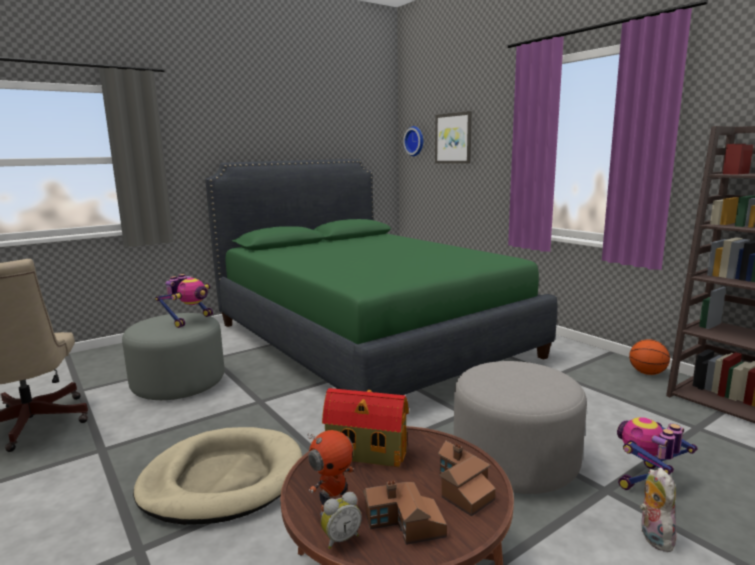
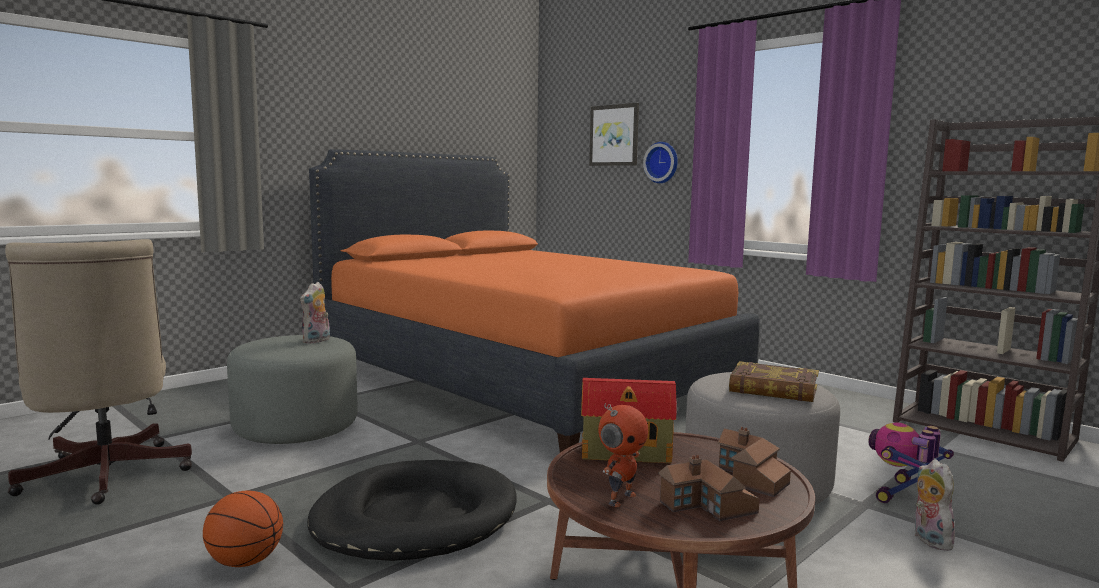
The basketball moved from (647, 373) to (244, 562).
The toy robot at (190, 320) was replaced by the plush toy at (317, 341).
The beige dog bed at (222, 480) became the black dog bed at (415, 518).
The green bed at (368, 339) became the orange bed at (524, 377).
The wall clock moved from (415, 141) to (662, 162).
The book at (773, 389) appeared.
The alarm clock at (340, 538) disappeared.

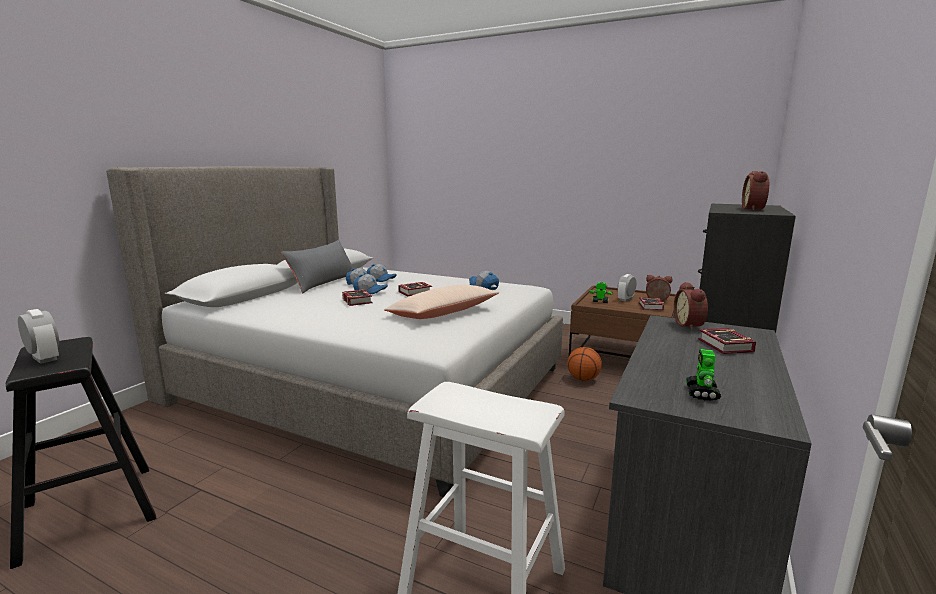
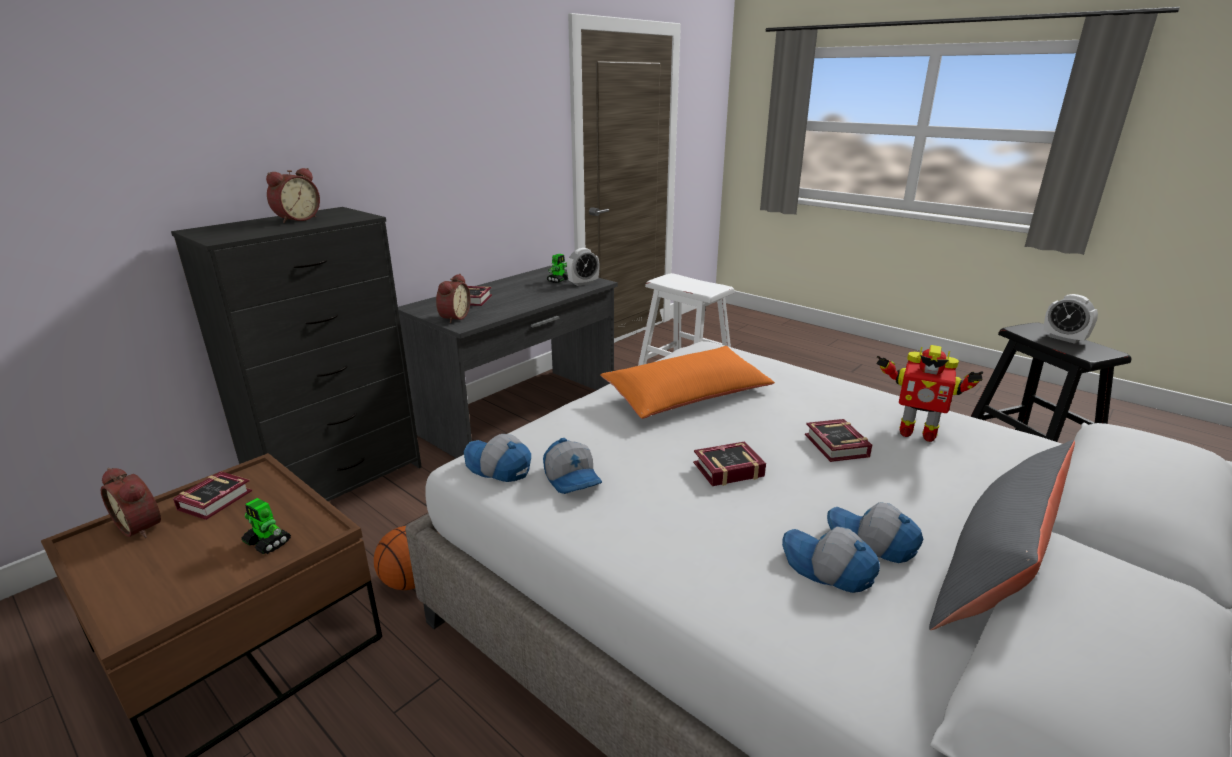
The cap moved from (370, 291) to (497, 468).
The alarm clock moved from (625, 299) to (583, 283).
The beige pillow at (443, 313) became the orange pillow at (687, 396).
The toy robot at (916, 432) appeared.

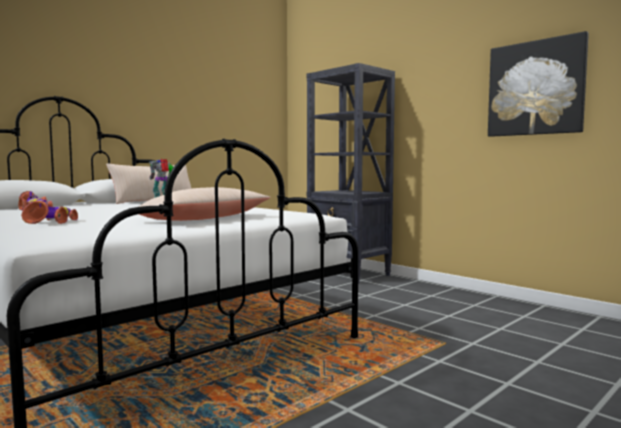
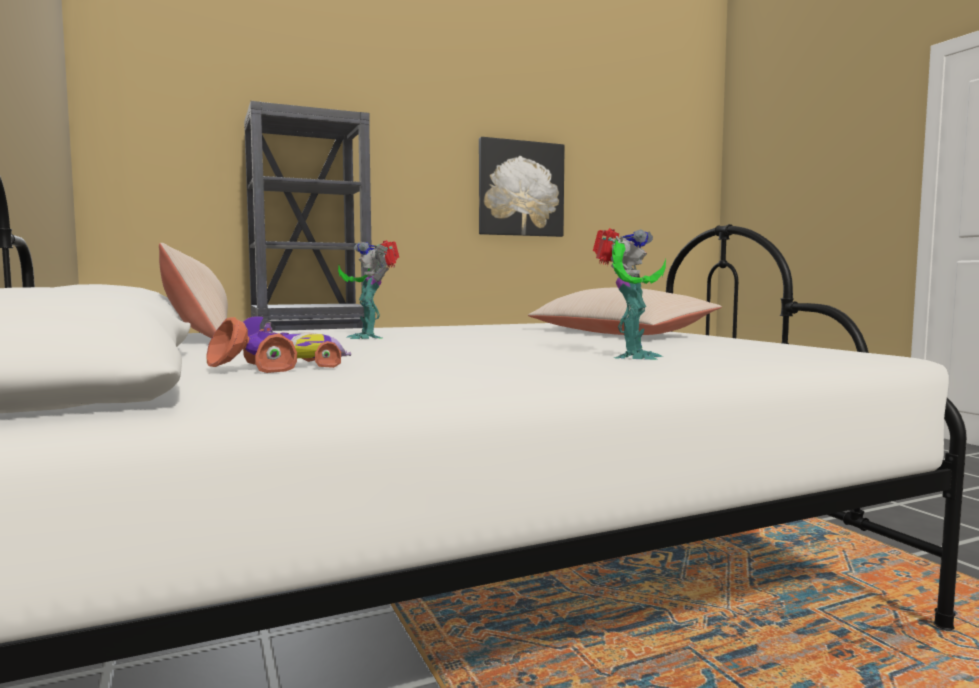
The toy car at (51, 222) was replaced by the toy robot at (630, 356).

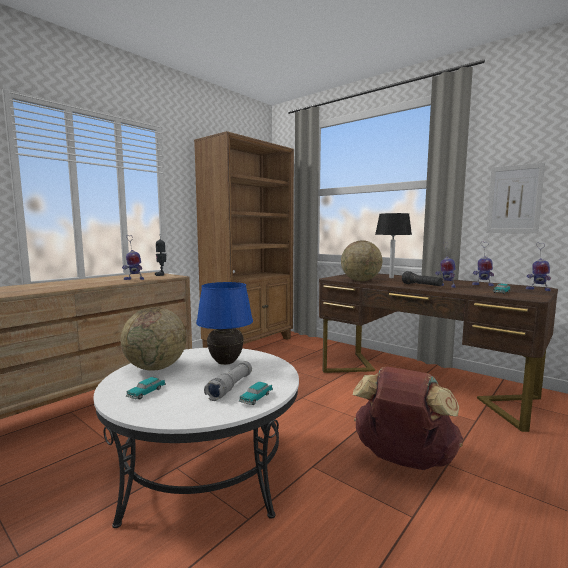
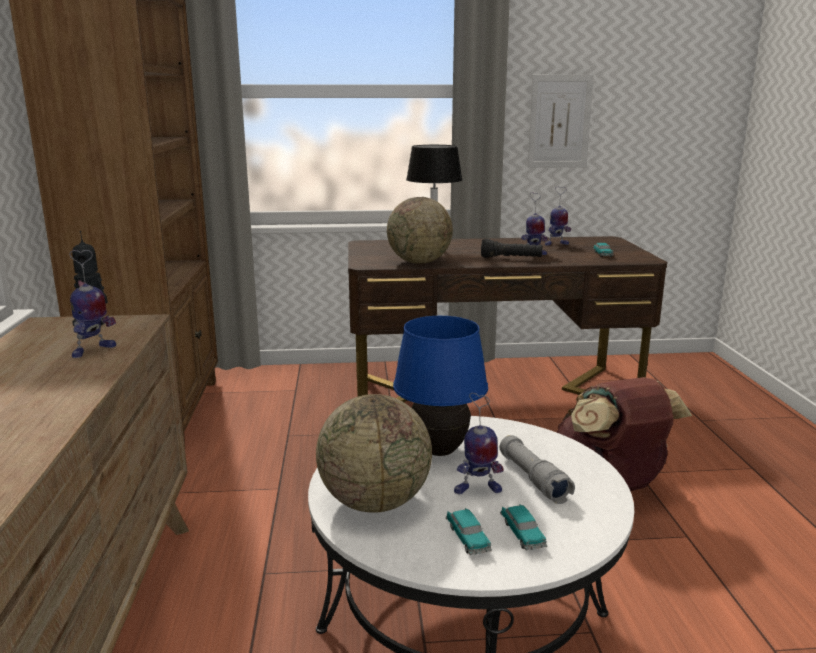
The toy robot moved from (537, 290) to (477, 490).
The toy car moved from (256, 398) to (522, 533).

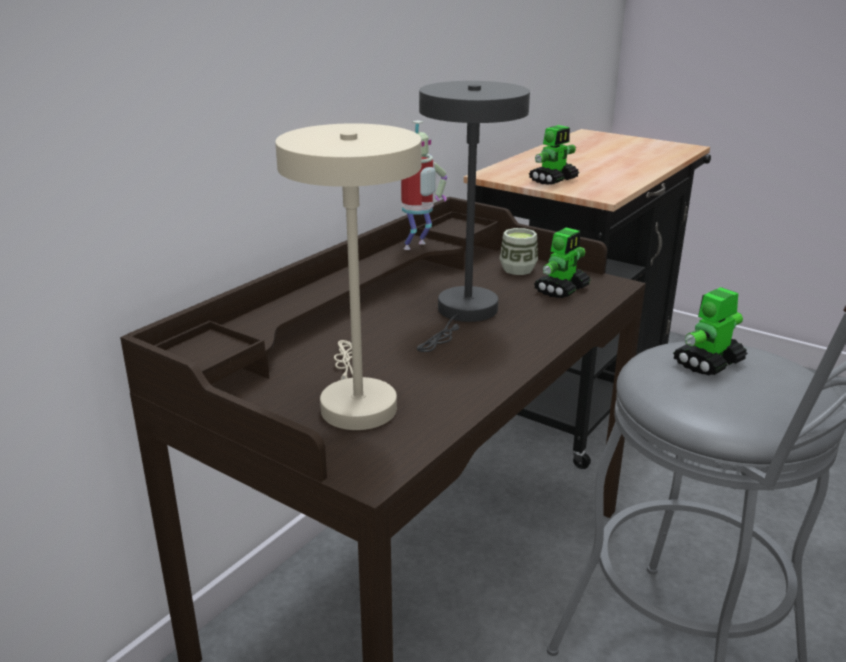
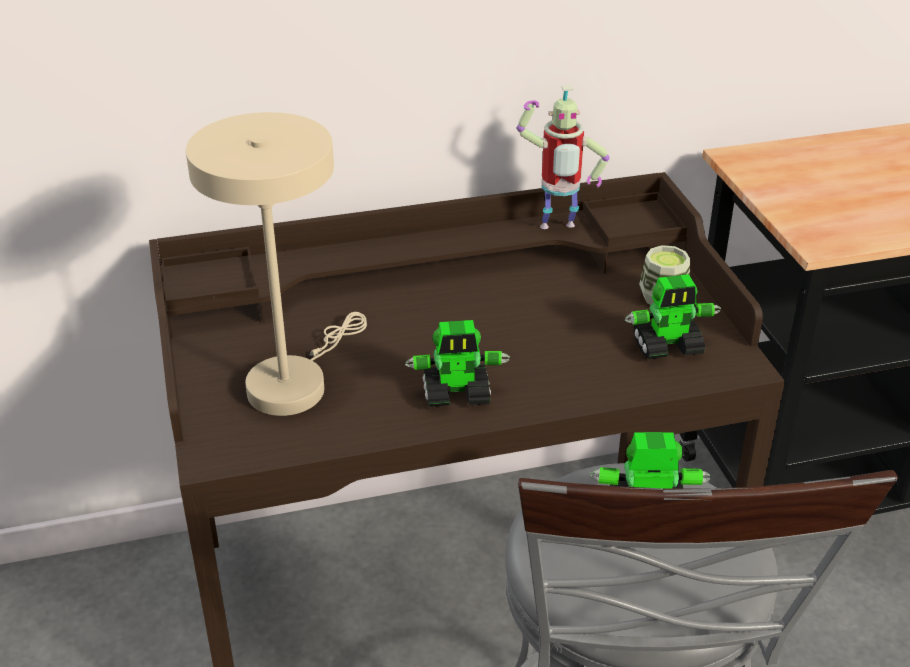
The toy robot moved from (553, 180) to (457, 394).
The grey table lamp at (464, 314) disappeared.

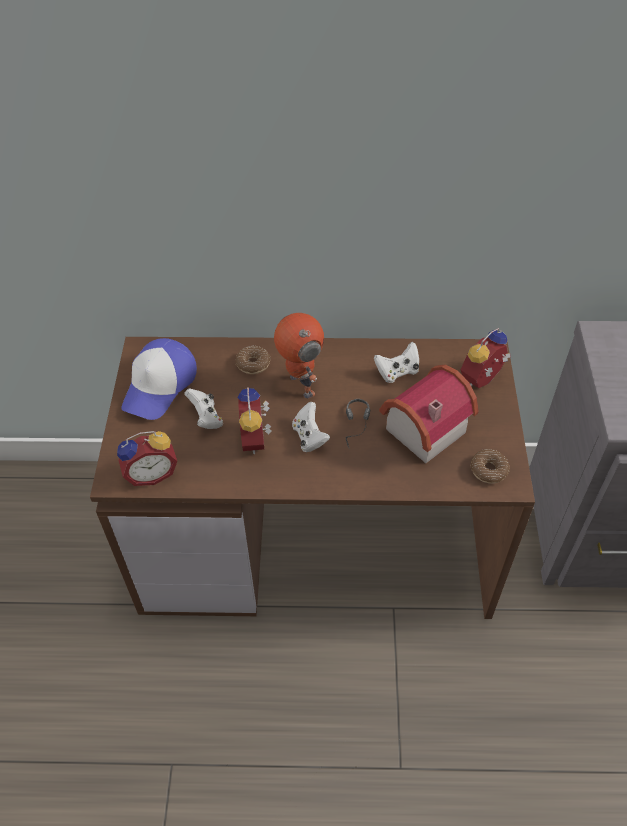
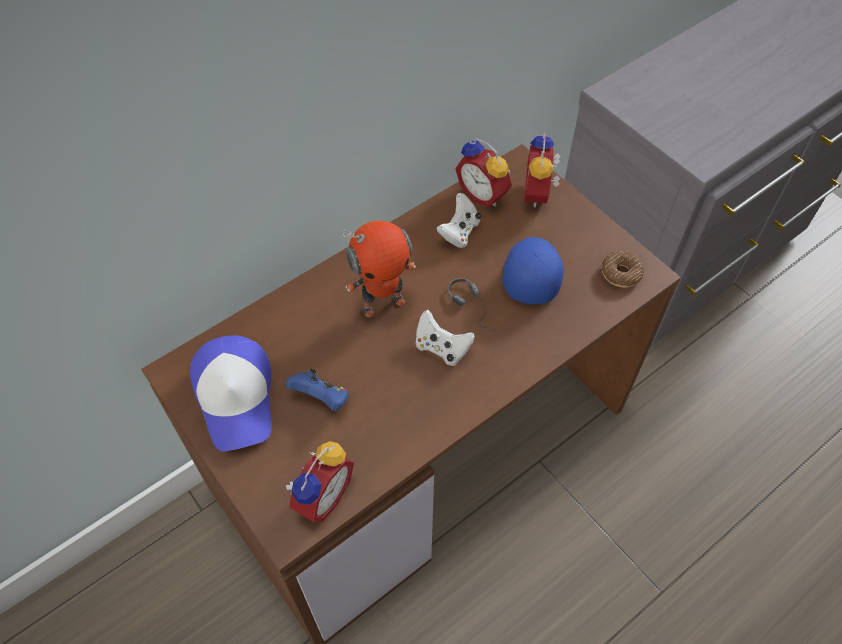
The white game controller at (206, 418) became the blue game controller at (321, 398).
The toy robot at (300, 386) turned 135 degrees clockwise.
The alarm clock moved from (257, 439) to (484, 194).
The toy house at (420, 429) was replaced by the blue cap at (531, 273).
The donut at (253, 364) disappeared.

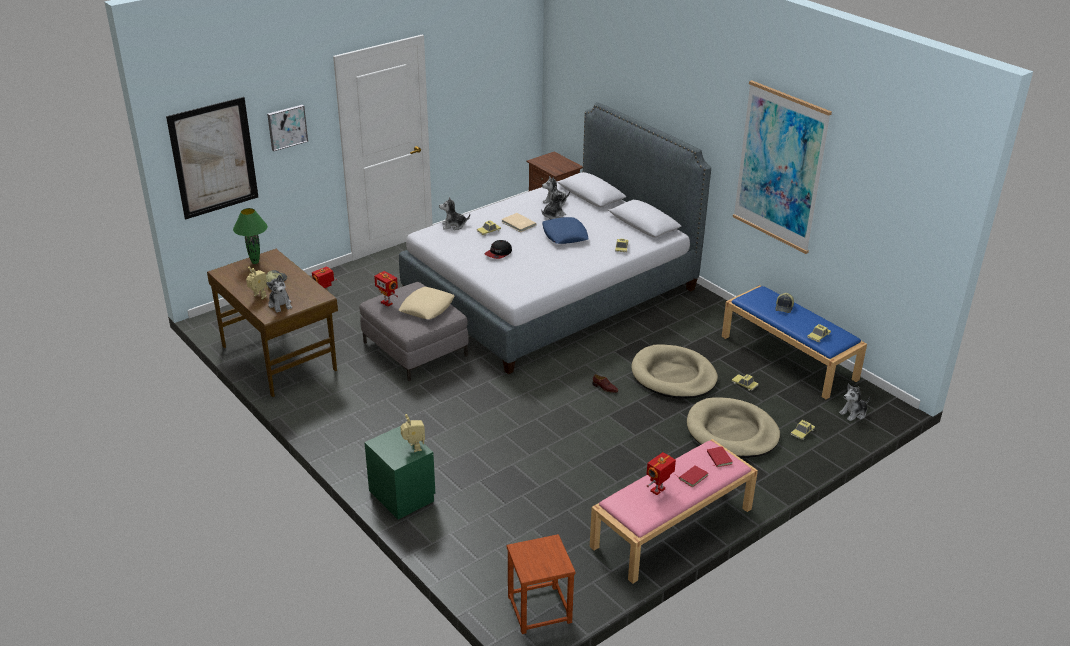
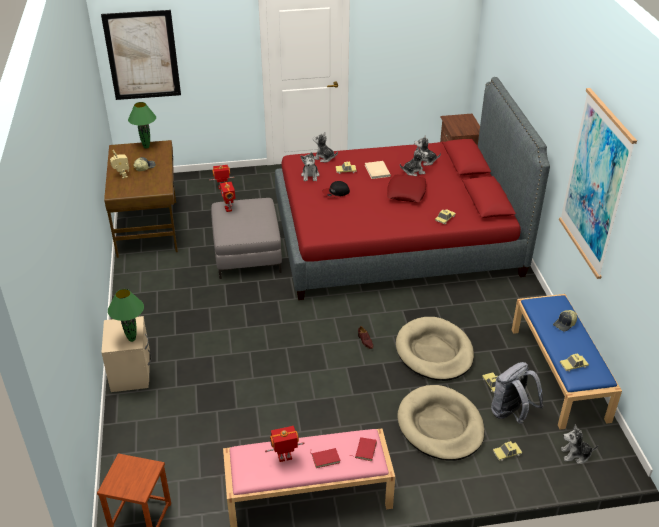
The green nightstand at (403, 495) became the beige nightstand at (132, 373).
The toy robot at (413, 448) was replaced by the green table lamp at (132, 339).
The grey bed at (551, 292) became the red bed at (396, 239).
The plush toy moved from (280, 304) to (310, 176).
The blue pillow at (565, 235) became the red pillow at (406, 192).
The grey backpack at (511, 414) appeared.
The picture at (287, 127) disappeared.
The beige pillow at (427, 307) disappeared.

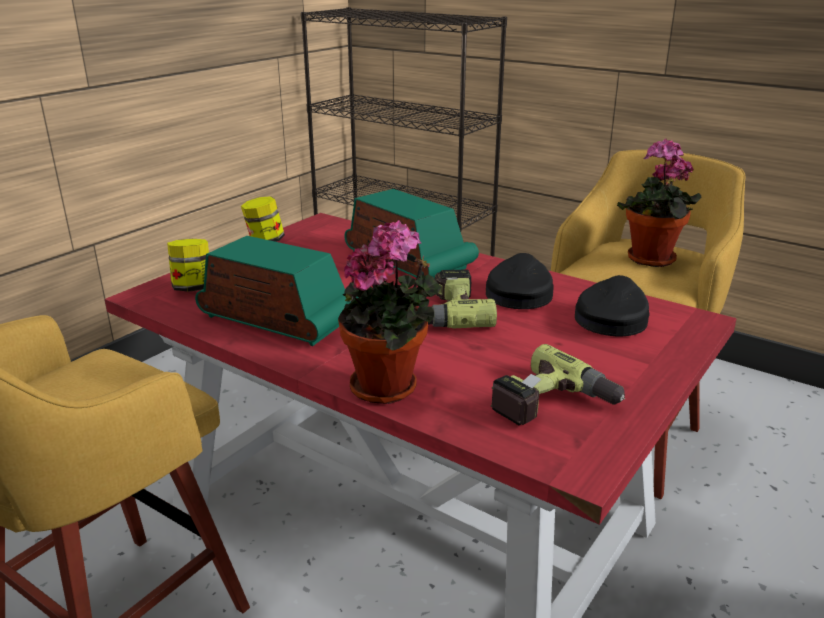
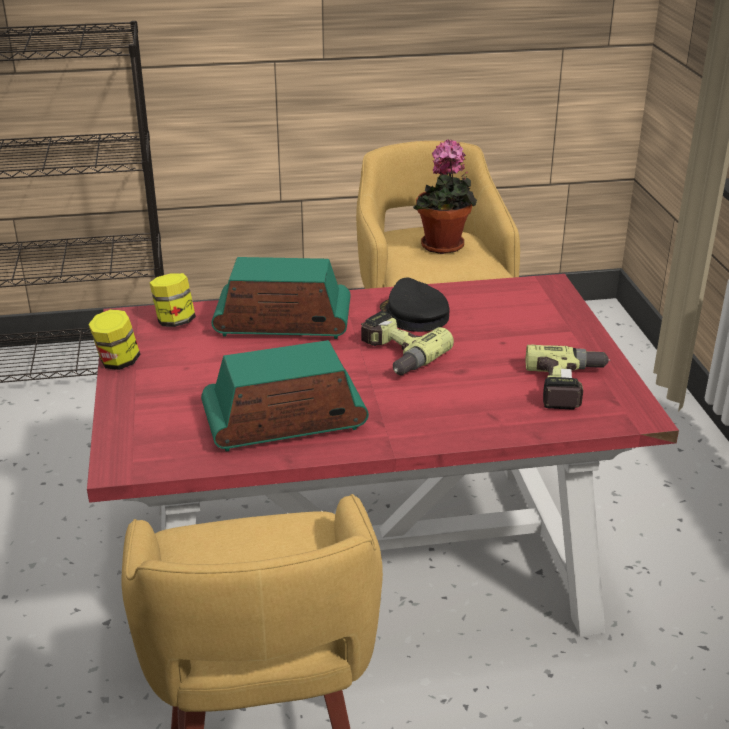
The jar moved from (193, 288) to (175, 321).
The potted plant at (390, 387) disappeared.
The black cap at (611, 318) disappeared.

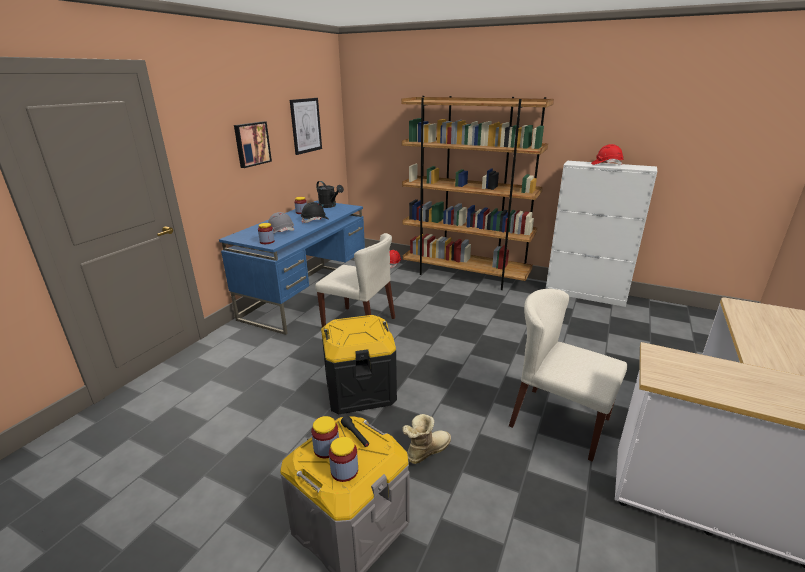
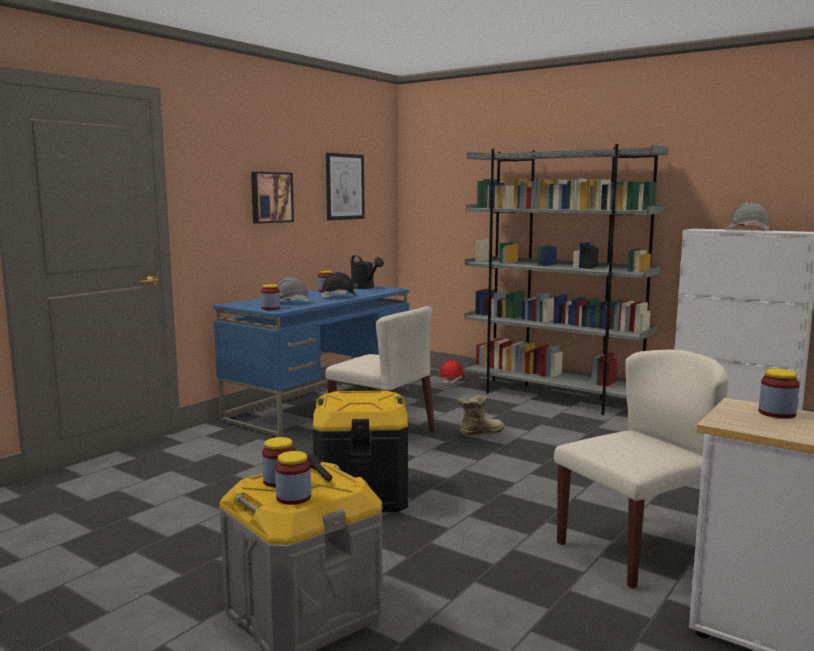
The boot moved from (425, 450) to (479, 432).
The brown bookcase at (465, 275) became the grey bookcase at (553, 397).
The beige chair at (558, 422) turned 105 degrees clockwise.
The red hard hat at (606, 164) became the grey hard hat at (746, 230).
The jar at (777, 413) appeared.

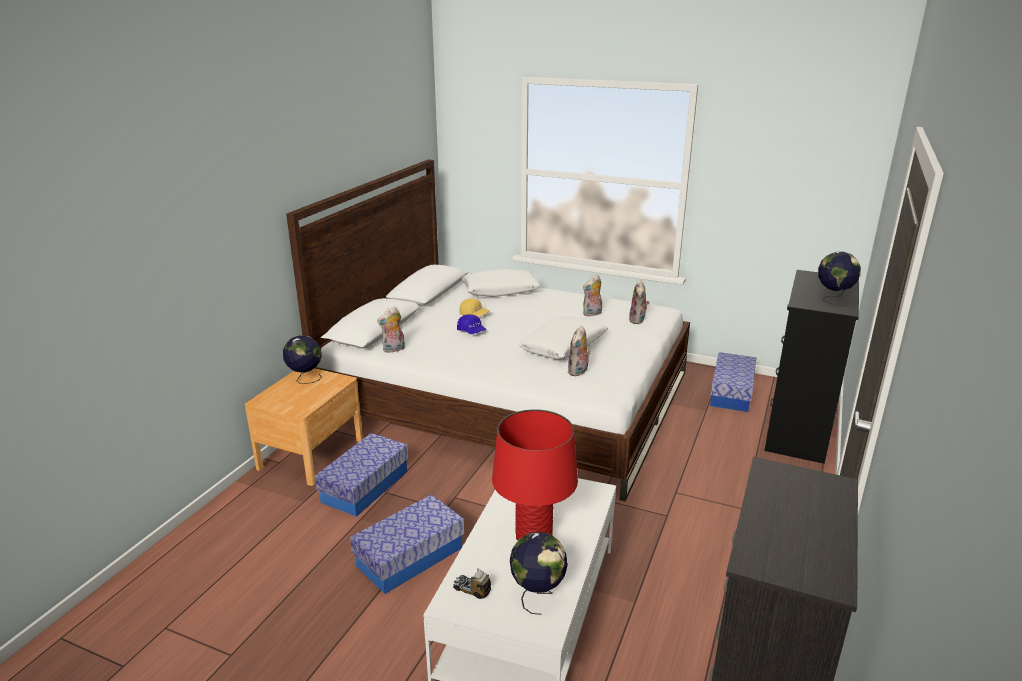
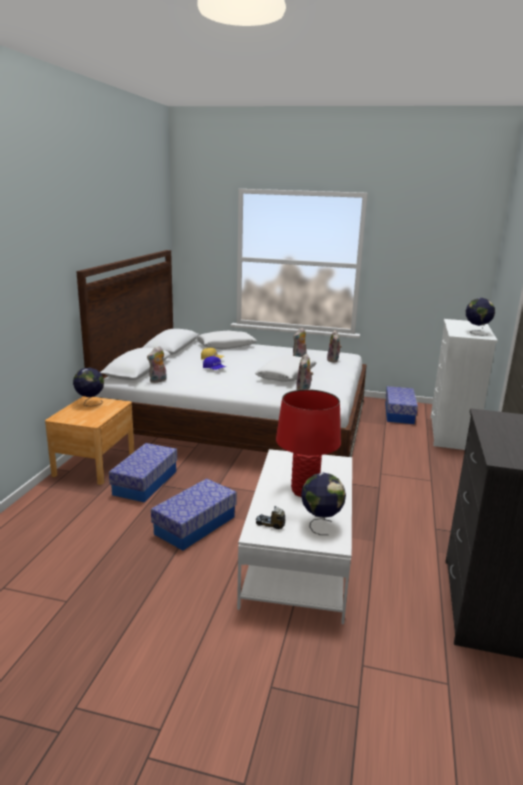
The black dresser at (796, 431) became the white dresser at (451, 433).

